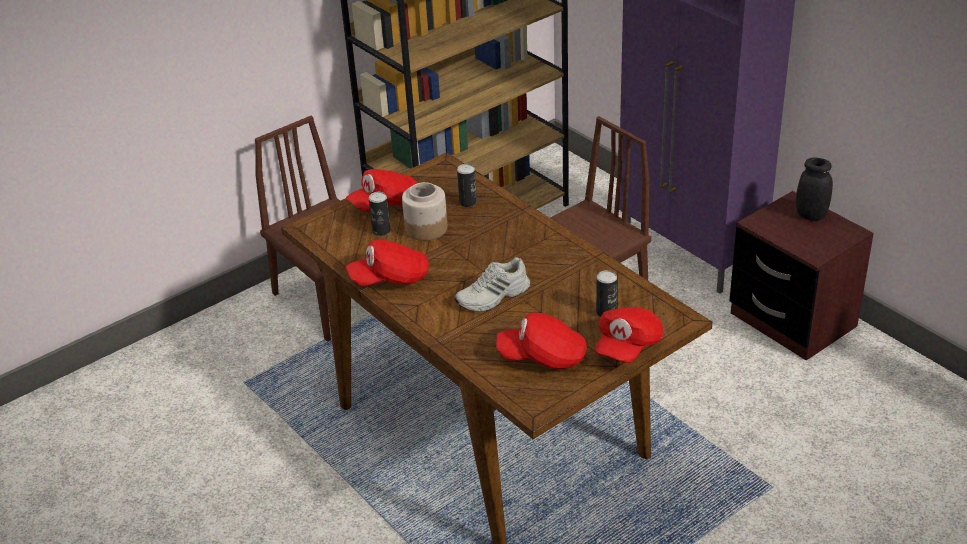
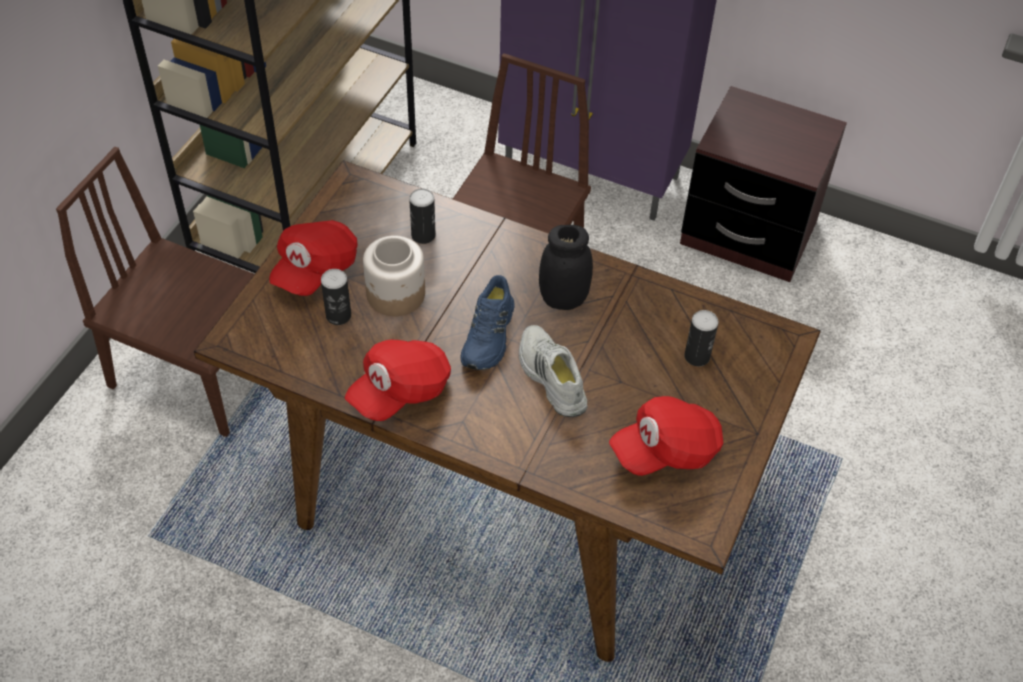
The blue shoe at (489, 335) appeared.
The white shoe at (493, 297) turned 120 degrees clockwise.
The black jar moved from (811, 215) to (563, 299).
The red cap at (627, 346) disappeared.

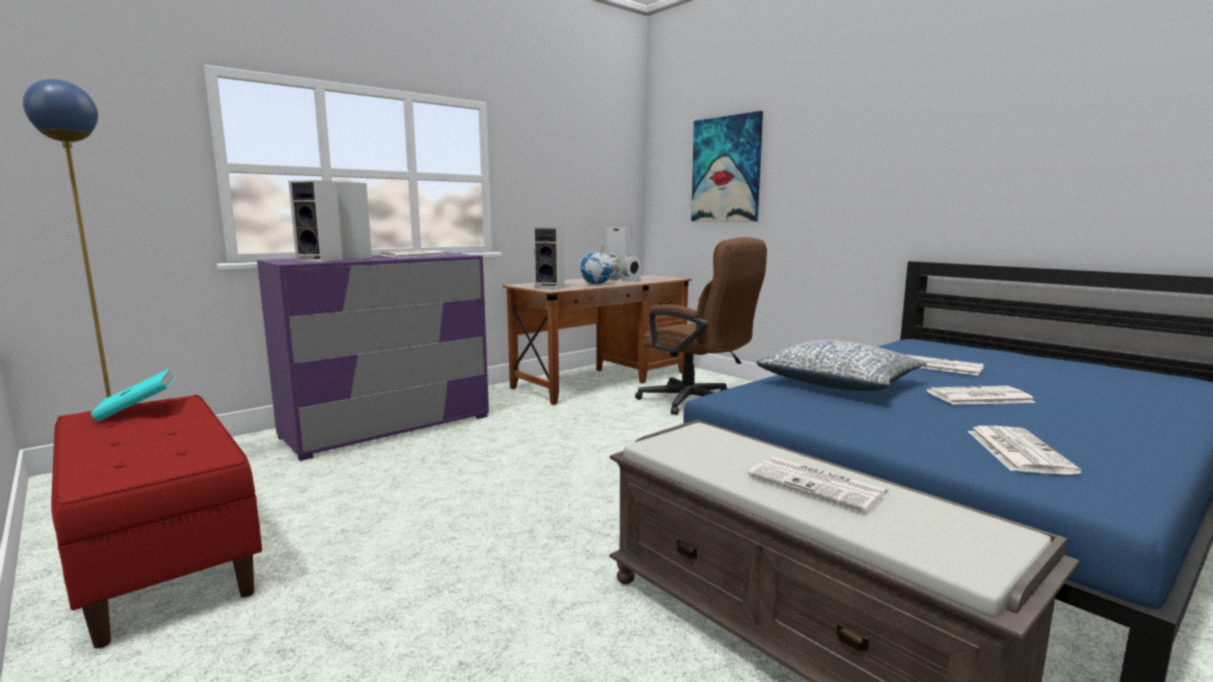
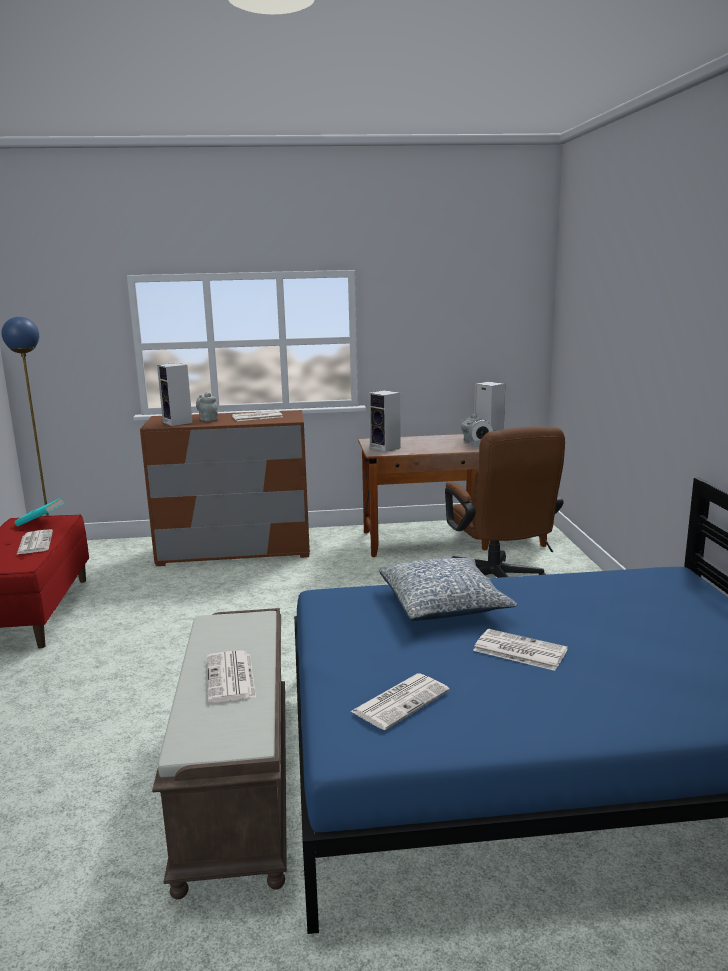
The newspaper moved from (939, 366) to (35, 542).
The purple dresser at (388, 427) became the brown dresser at (235, 550).
The speaker at (355, 258) was replaced by the grey teapot at (207, 419).
The globe at (596, 284) disappeared.
The picture at (726, 169) disappeared.

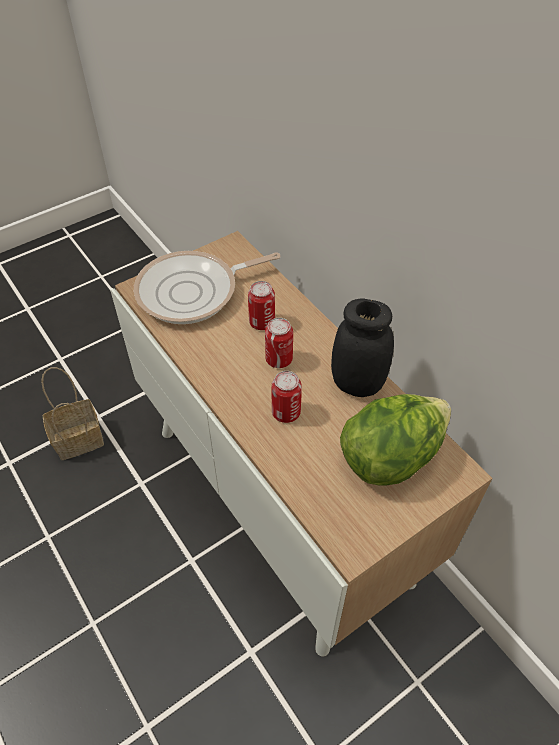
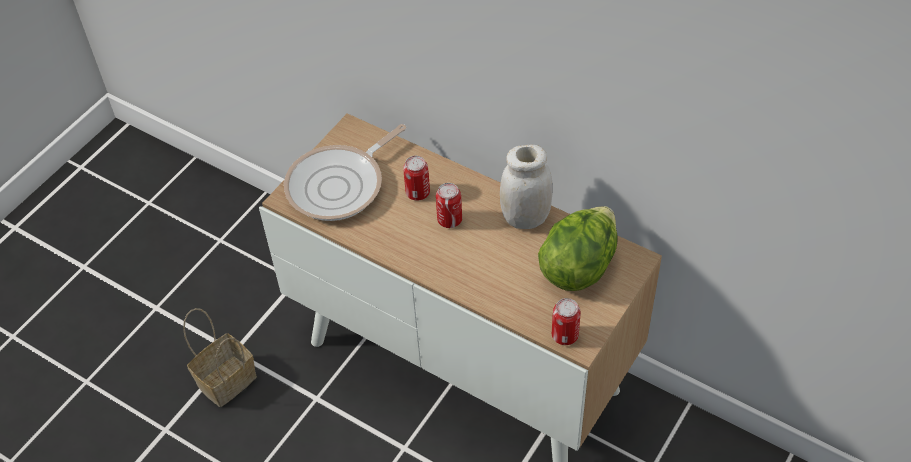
The black jar at (357, 384) became the white jar at (525, 218).
The can moved from (286, 412) to (565, 335).

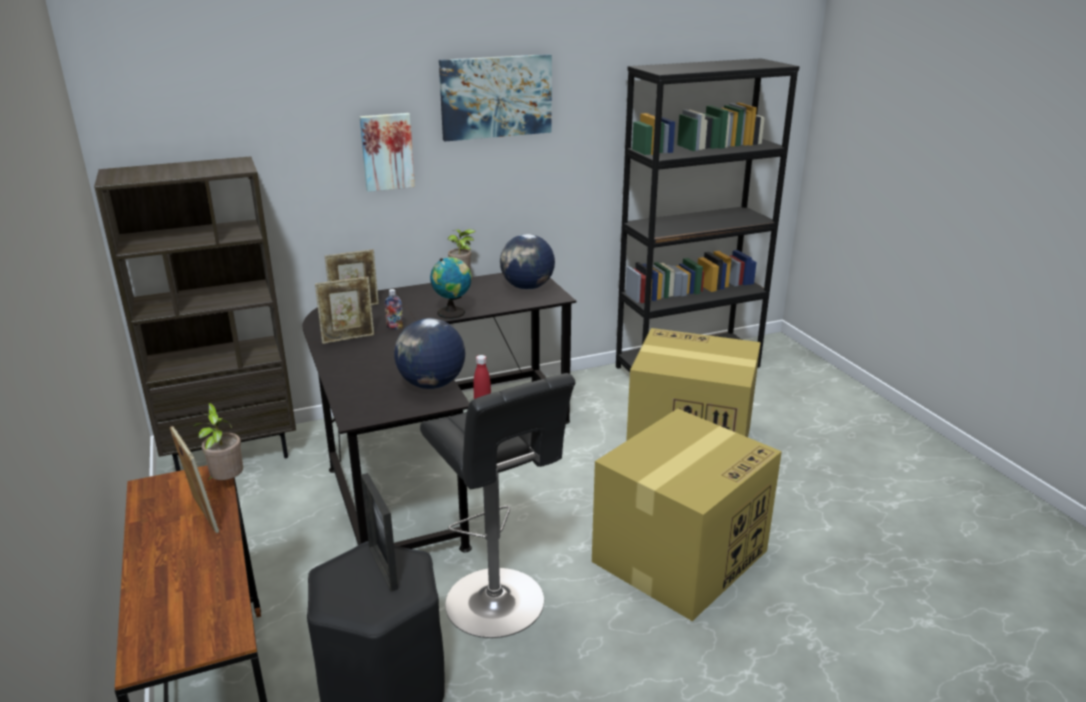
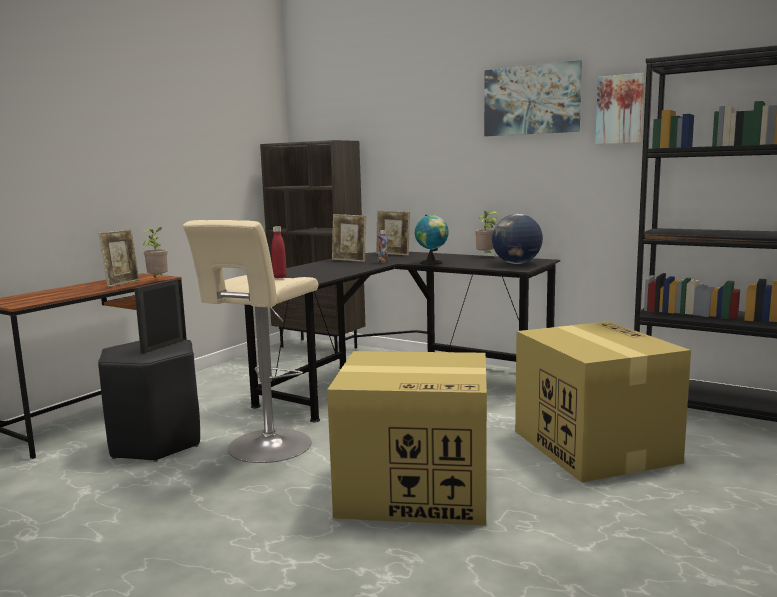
The black stool at (499, 606) became the beige stool at (266, 448).
The picture moved from (387, 151) to (620, 109).
The globe at (431, 384) disappeared.

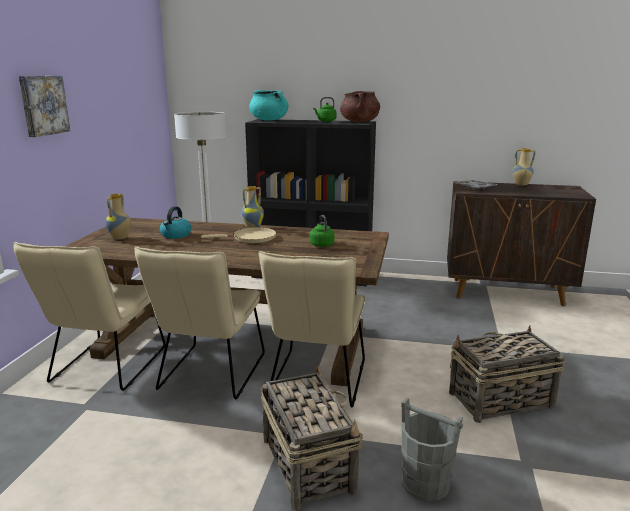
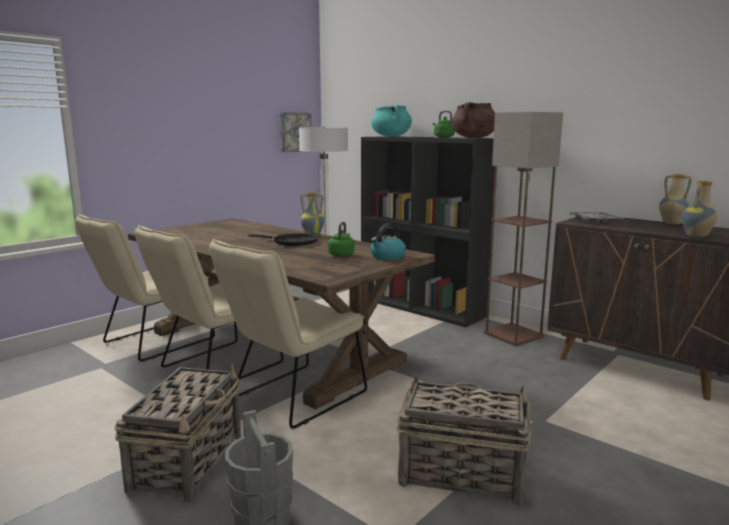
The beige frying pan at (251, 238) became the black frying pan at (292, 242).
The picture moved from (43, 105) to (294, 132).
The kettle moved from (176, 235) to (387, 257).
The floor lamp at (514, 335) appeared.
The vase moved from (120, 238) to (697, 236).

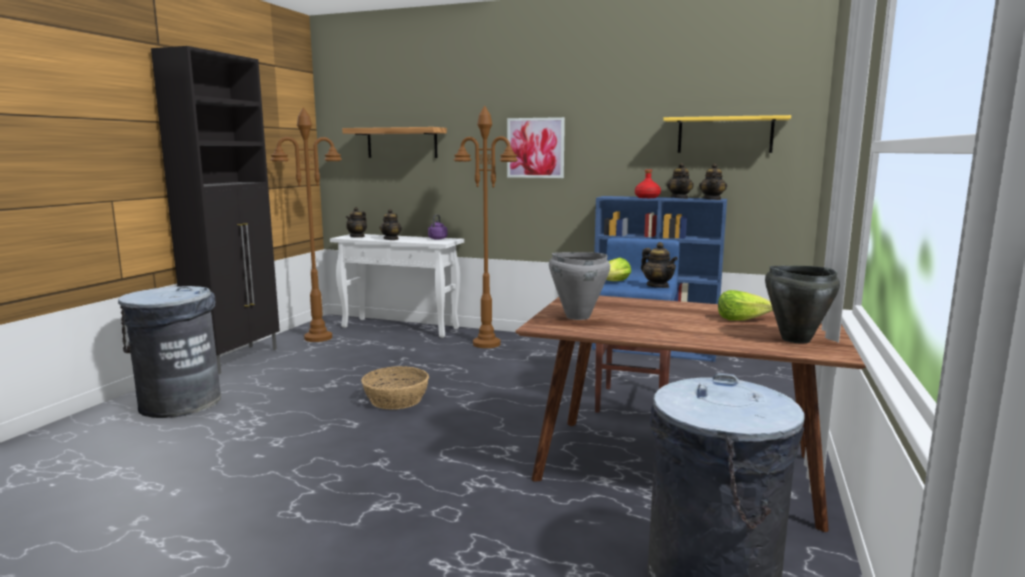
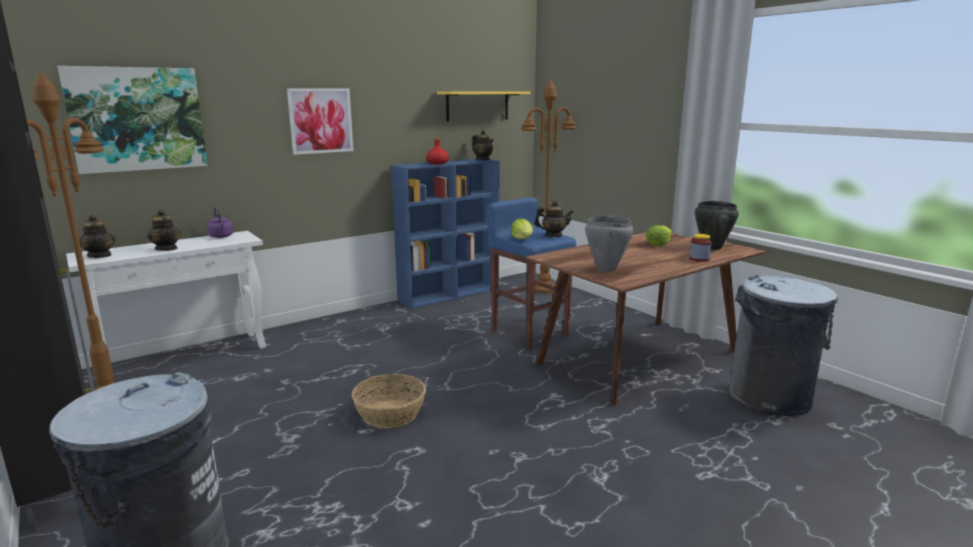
The shelf at (402, 143) was replaced by the picture at (137, 119).
The brown floor lamp moved from (487, 344) to (544, 289).
The jar at (699, 259) appeared.
The teapot at (679, 198) disappeared.

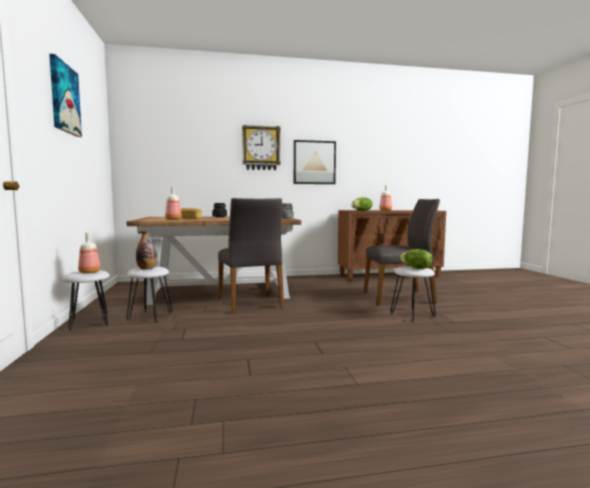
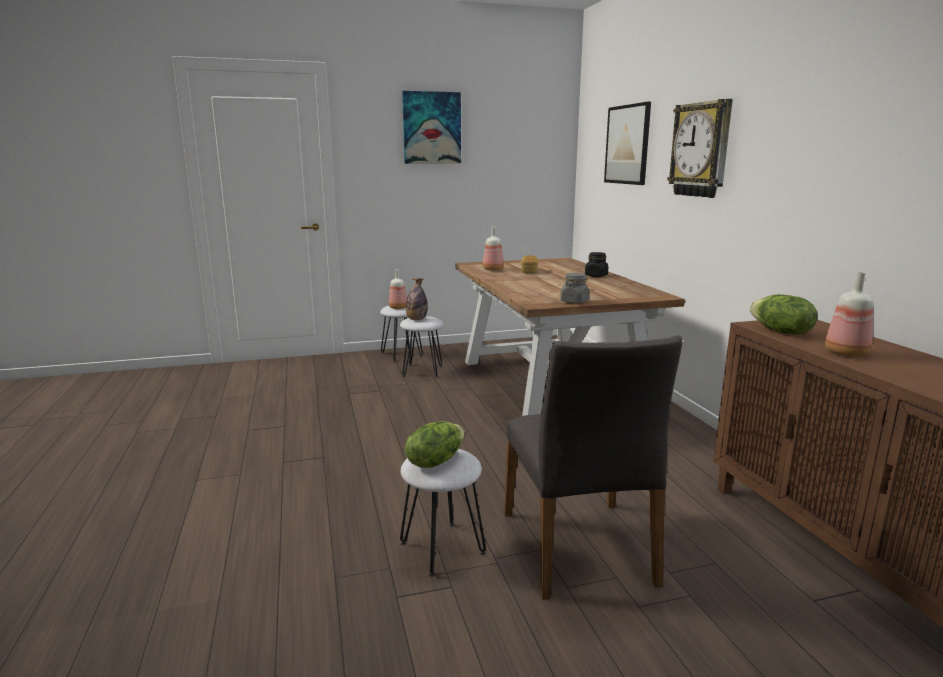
The picture moved from (314, 162) to (627, 144).
The grey chair at (251, 302) disappeared.

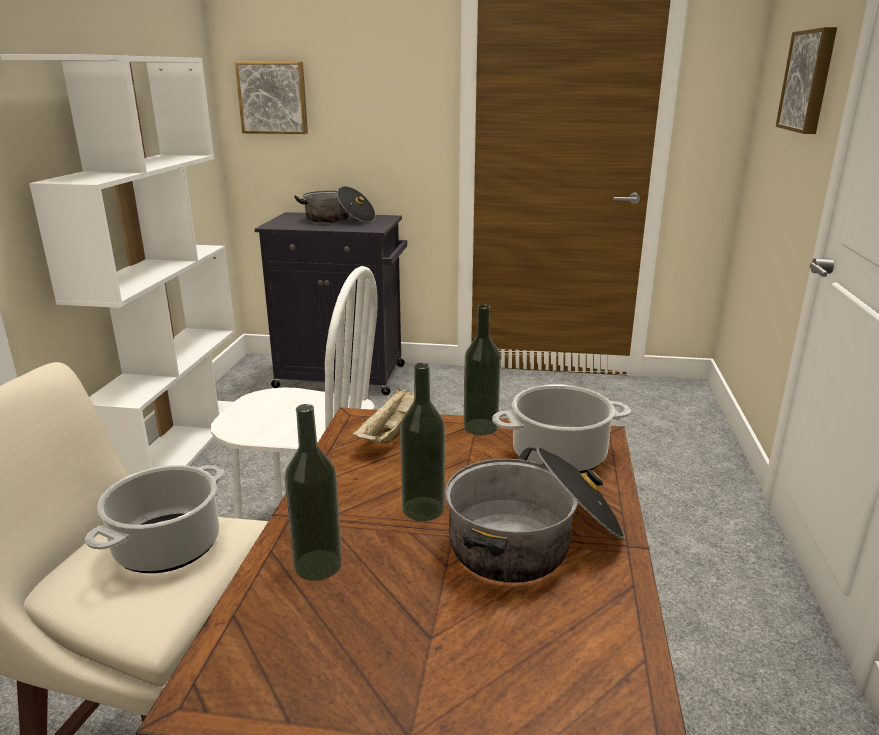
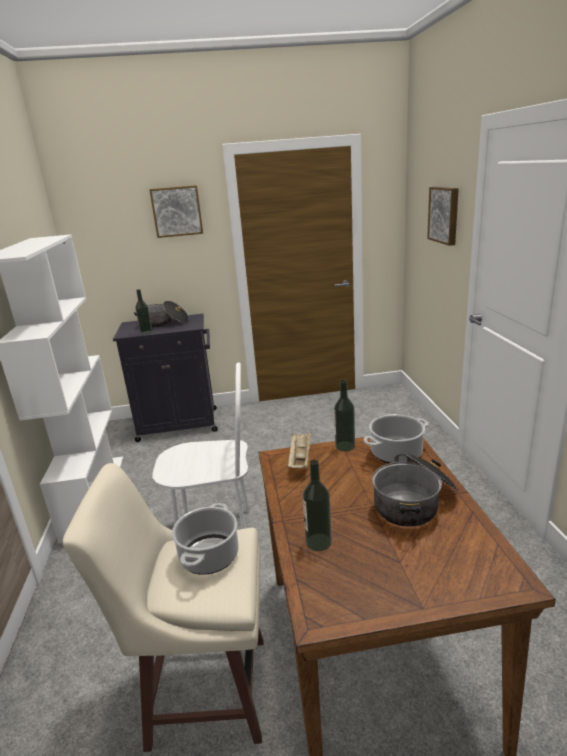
The bottle moved from (423, 508) to (146, 332).
The picture moved from (273, 98) to (177, 211).

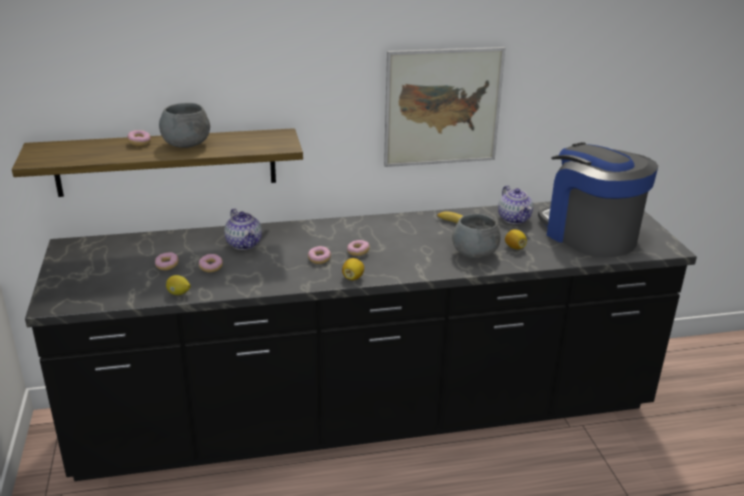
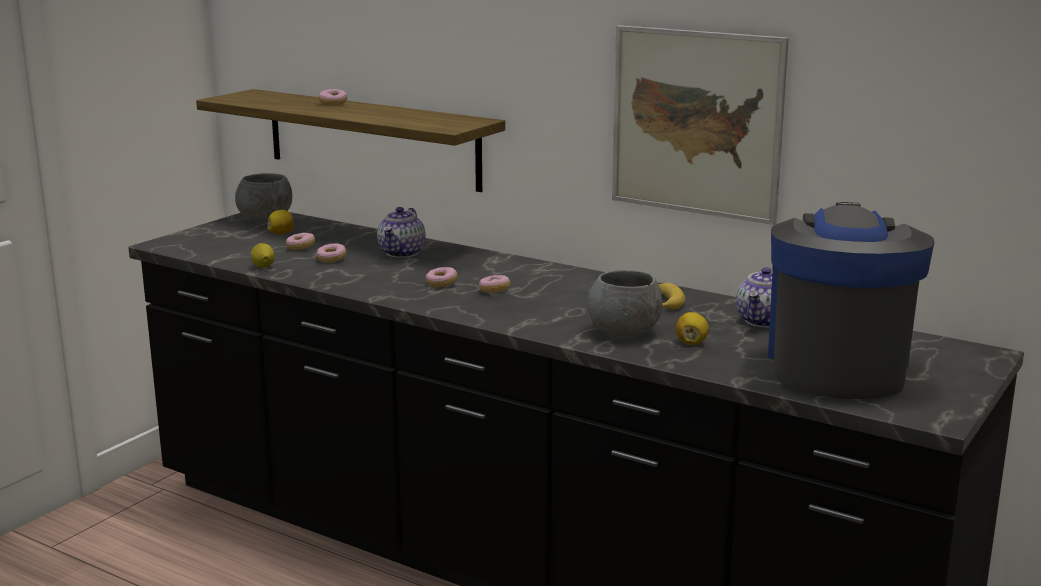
The grey bowl moved from (187, 144) to (265, 219).
The lemon moved from (353, 278) to (281, 233).

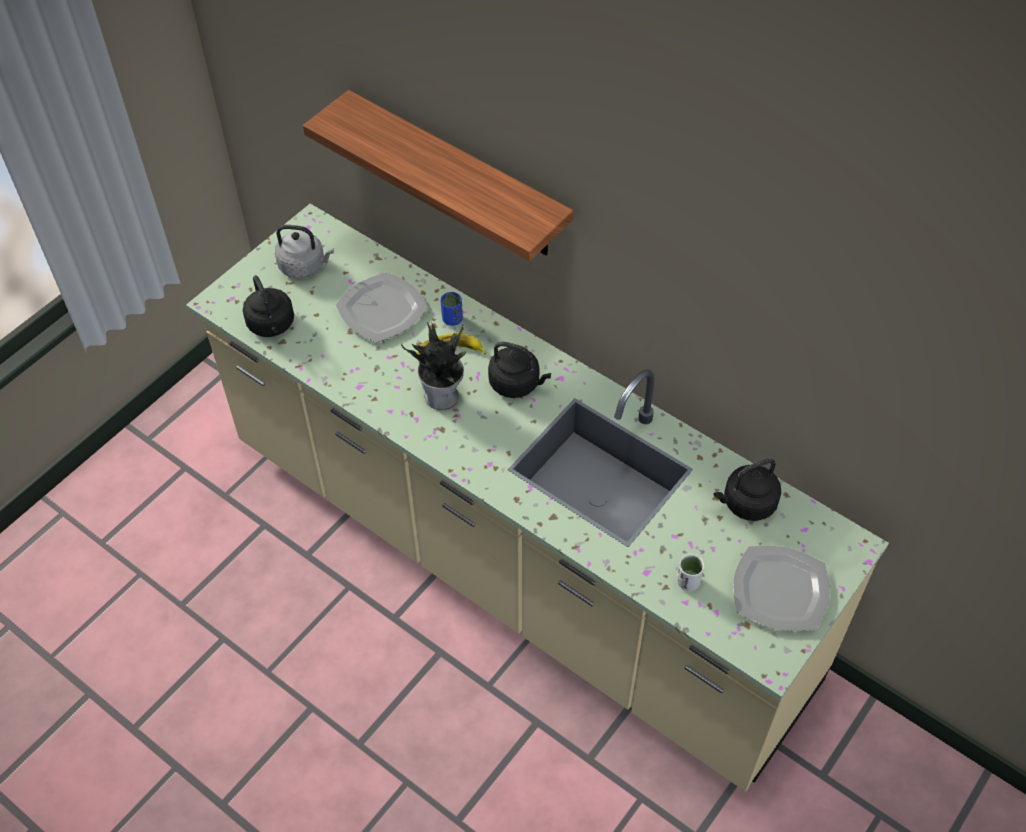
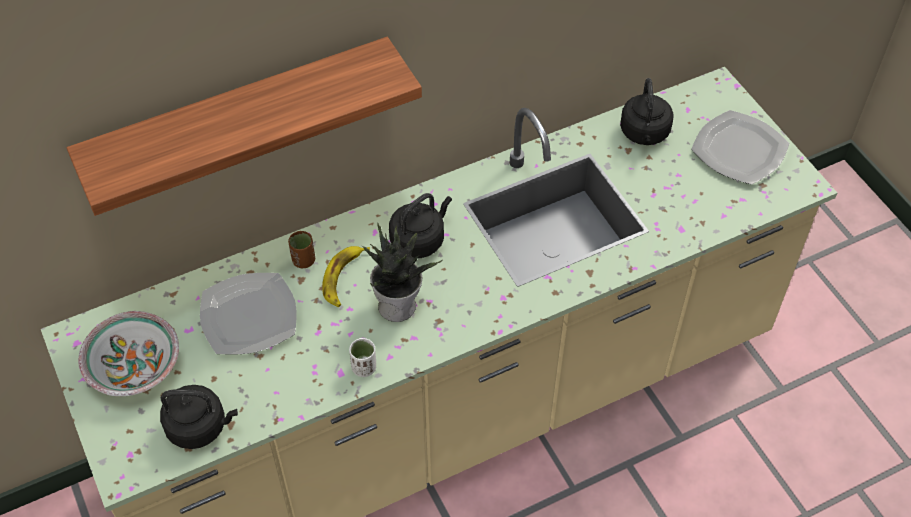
The grey kettle at (304, 266) was replaced by the bowl at (134, 366).
The blue cup at (452, 319) became the brown cup at (303, 260).
The white cup moved from (688, 582) to (364, 368).

